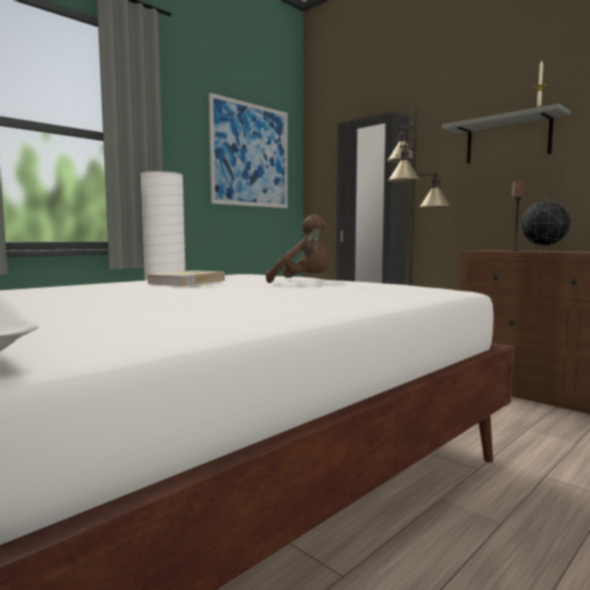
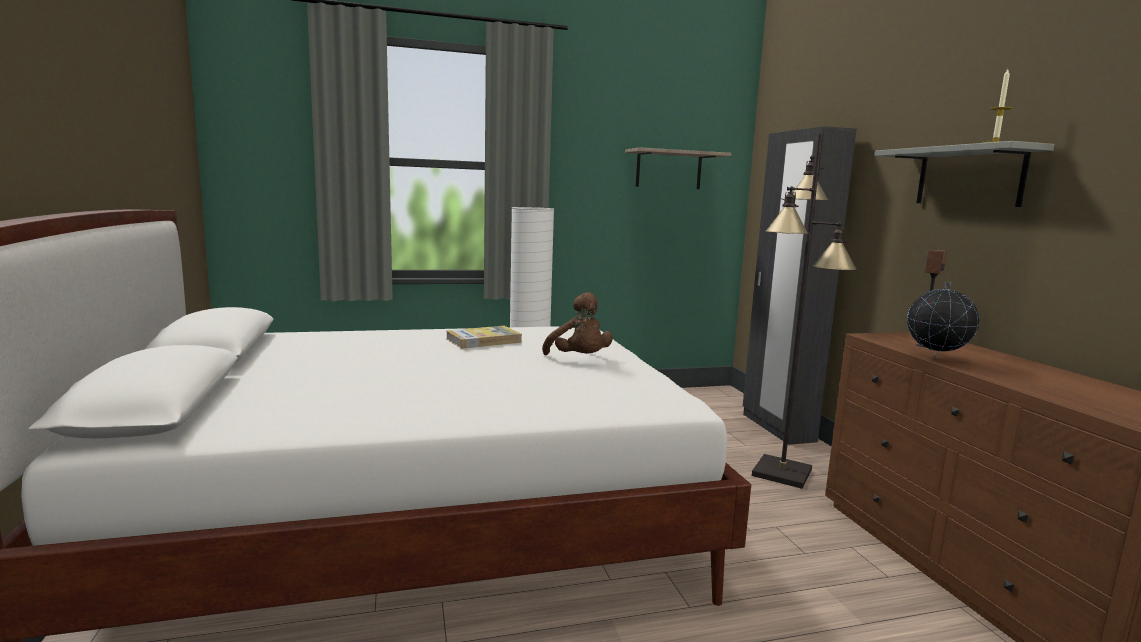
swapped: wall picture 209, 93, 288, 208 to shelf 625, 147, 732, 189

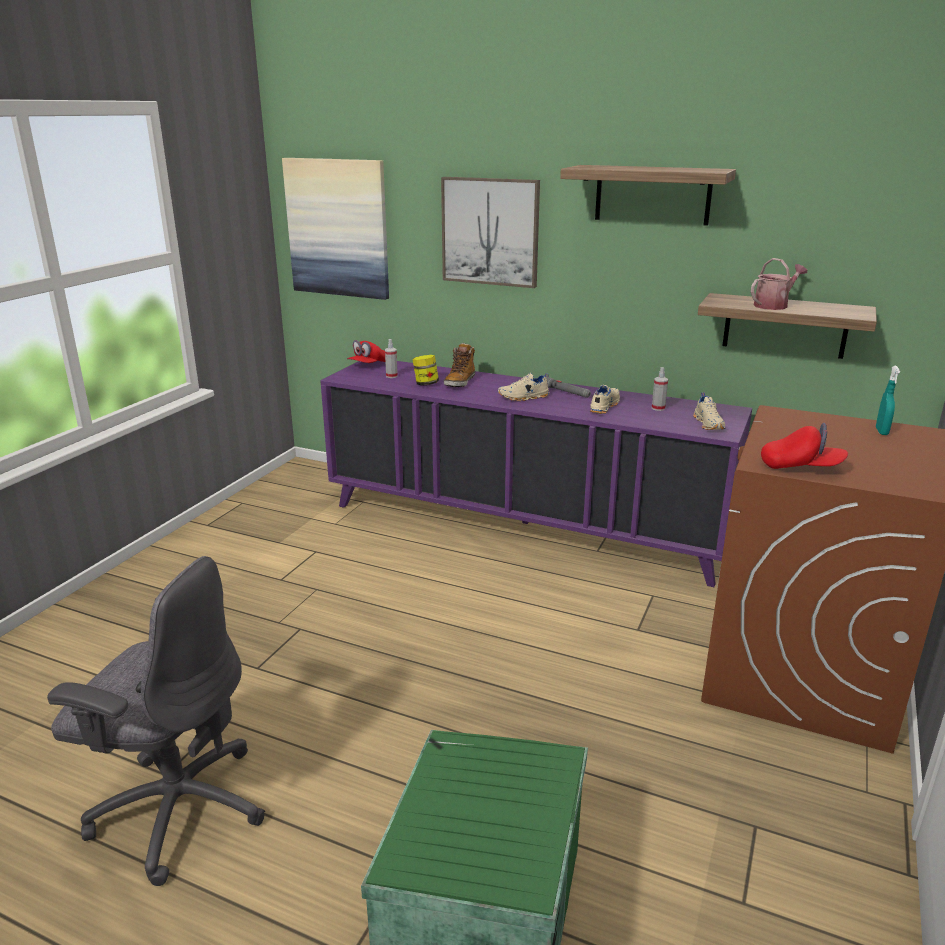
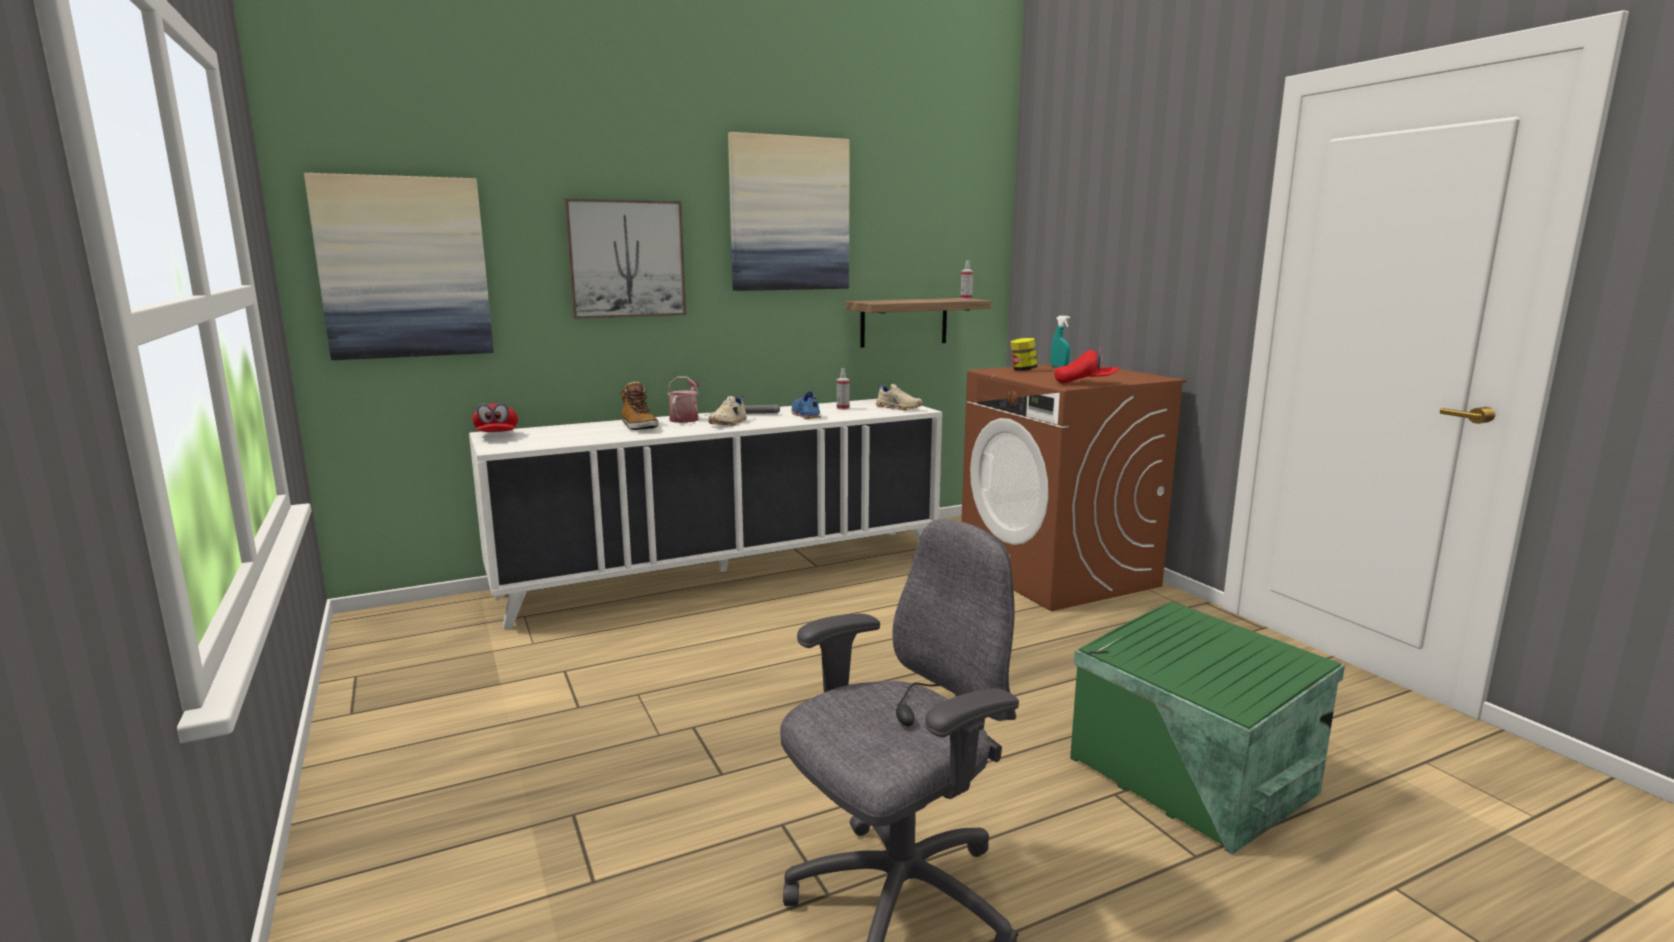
shifted: spray bottle 385, 339, 398, 378 to 960, 260, 973, 299; jar 413, 355, 439, 385 to 1011, 338, 1037, 371; watering can 751, 258, 807, 310 to 667, 376, 700, 423
swapped: shelf 560, 165, 736, 226 to wall picture 728, 132, 850, 291
repainted: purplish storage cabinet 320, 361, 752, 587 to white-coloured storage cabinet 469, 399, 942, 630; sand-coloured shoe 590, 385, 620, 414 to bluish shoe 791, 391, 821, 419
rotated: reddish cap 761, 423, 848, 469 = 1055, 347, 1119, 383 45 degrees clockwise

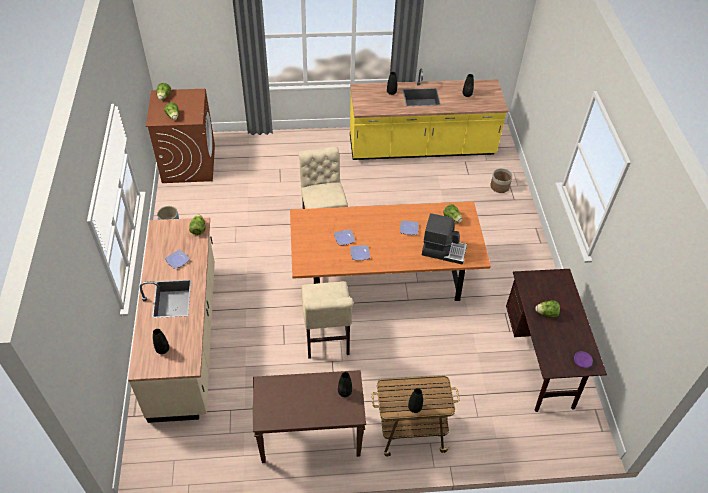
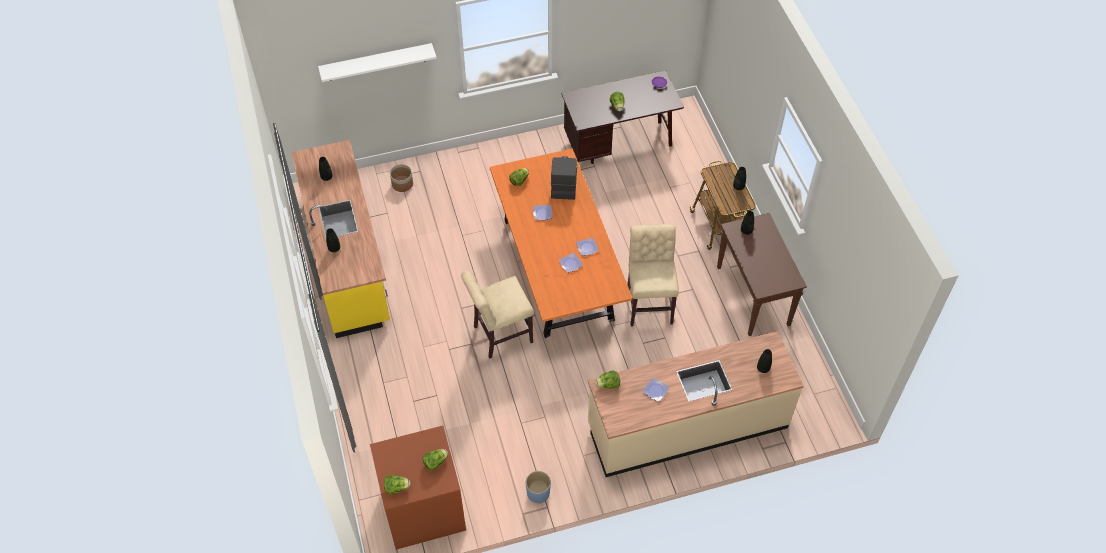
new: white-coloured shelf 318, 43, 437, 82
rotated: sand-coloured plain chair 301, 281, 353, 359 = 627, 224, 679, 326 75 degrees counterclockwise

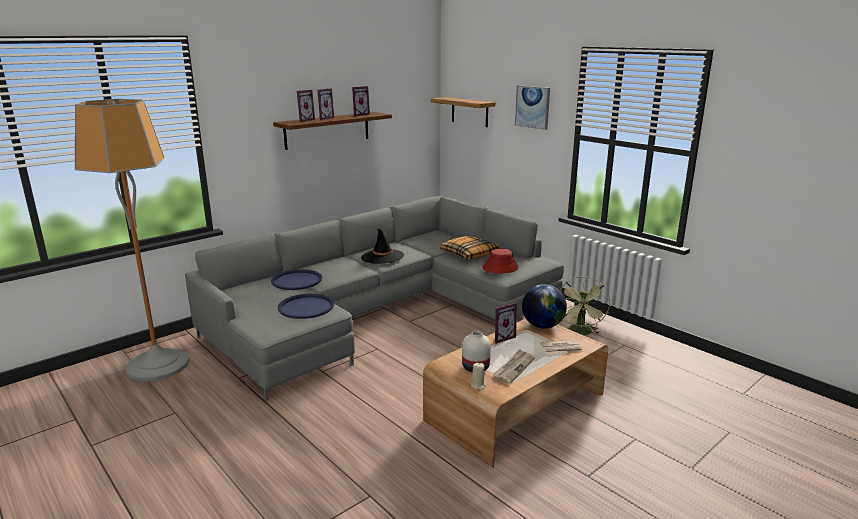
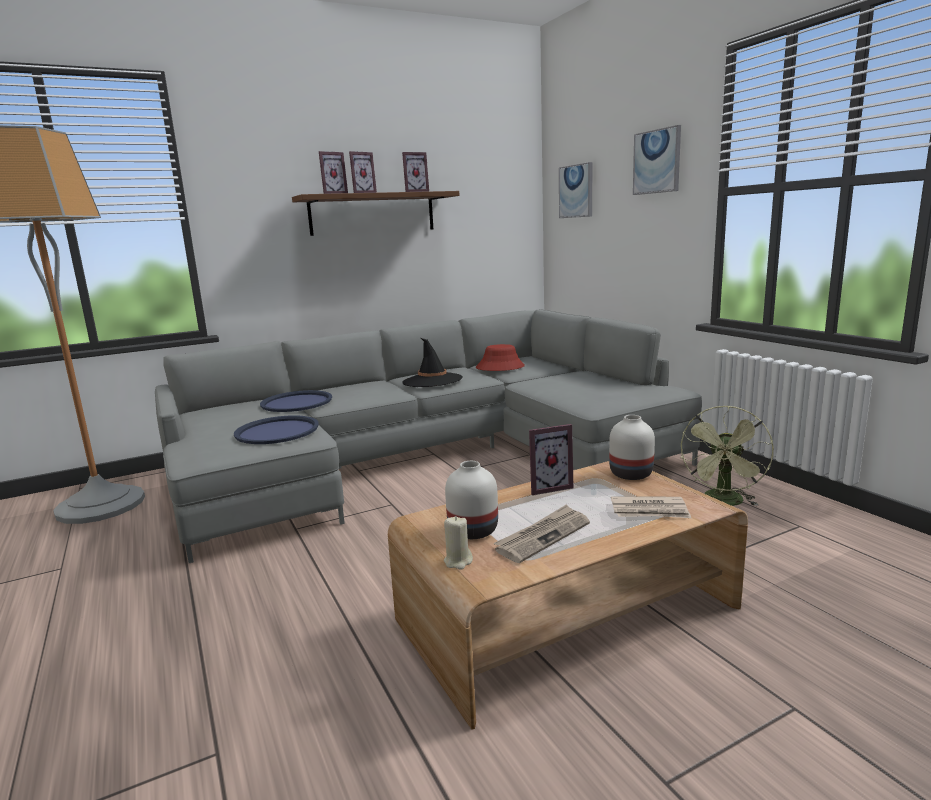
gone: pillow 440, 236, 499, 260
shifted: reddish clothing hat 482, 249, 519, 274 to 476, 344, 525, 371
swapped: shelf 431, 97, 495, 127 to wall picture 559, 162, 593, 218; globe 522, 284, 567, 329 to white-coloured decorative vase 609, 415, 655, 480

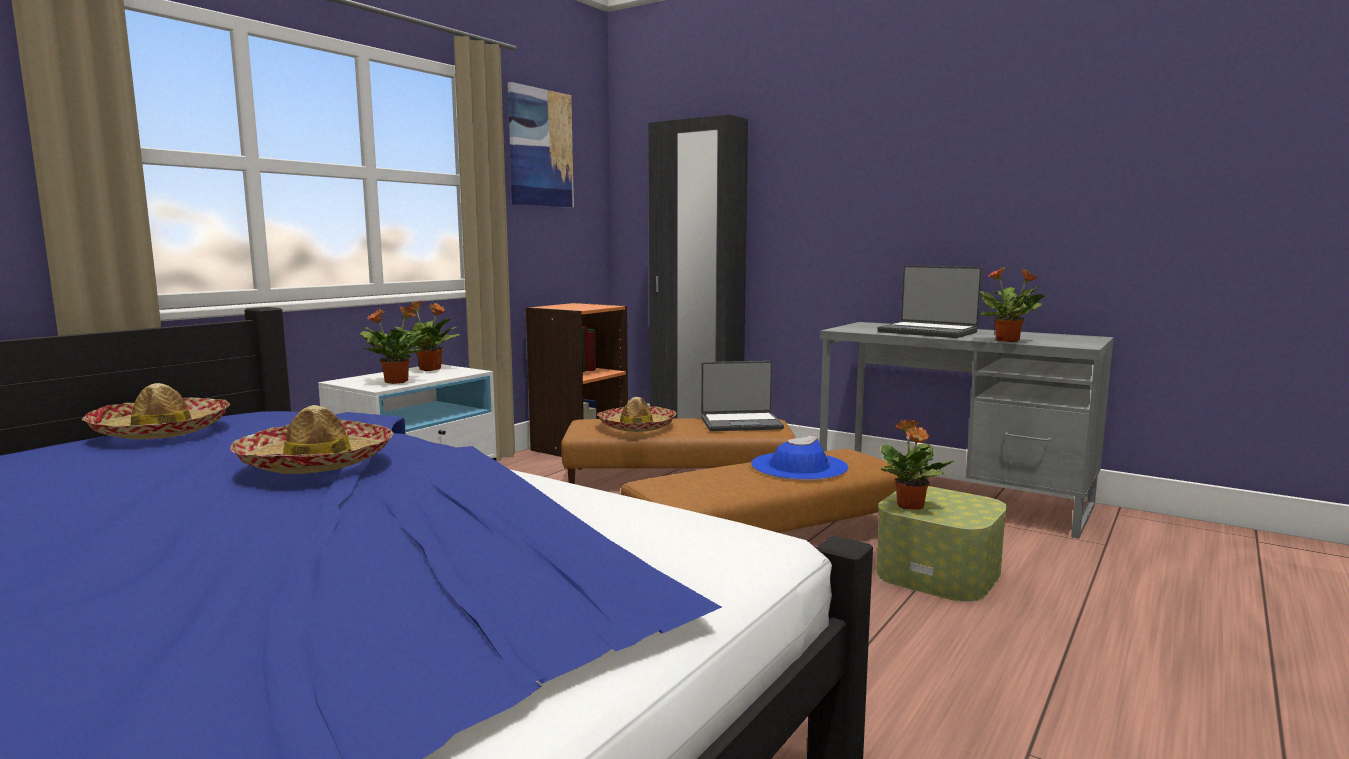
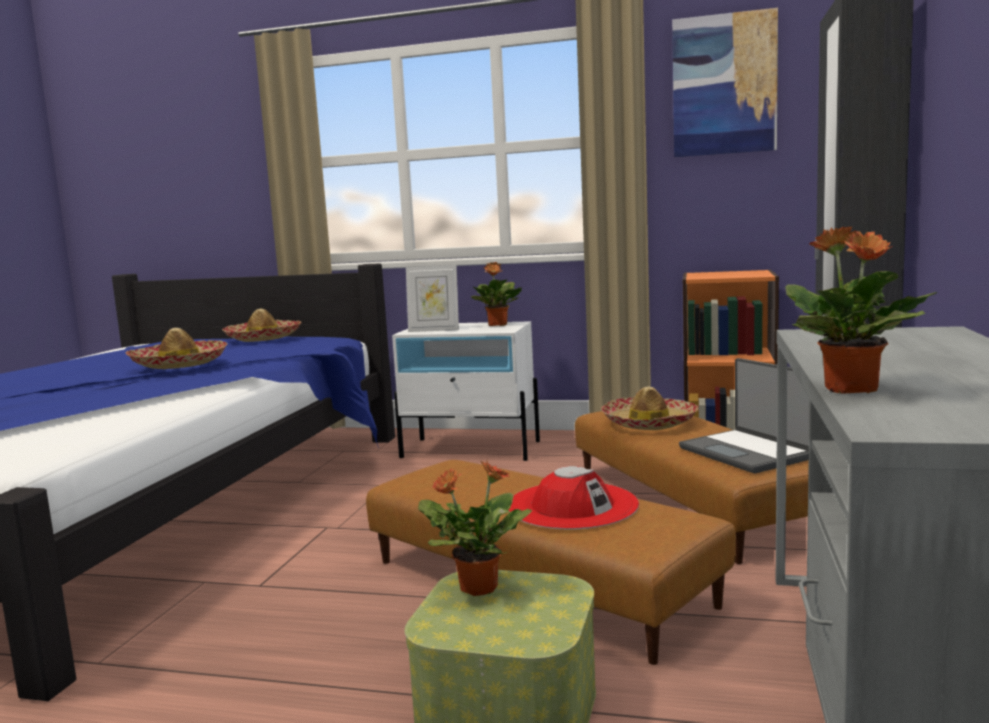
gone: laptop 877, 265, 983, 338
swapped: potted plant 360, 306, 427, 384 to picture frame 406, 265, 459, 332
repainted: bluish clothing hat 751, 435, 849, 480 to reddish clothing hat 508, 466, 639, 530

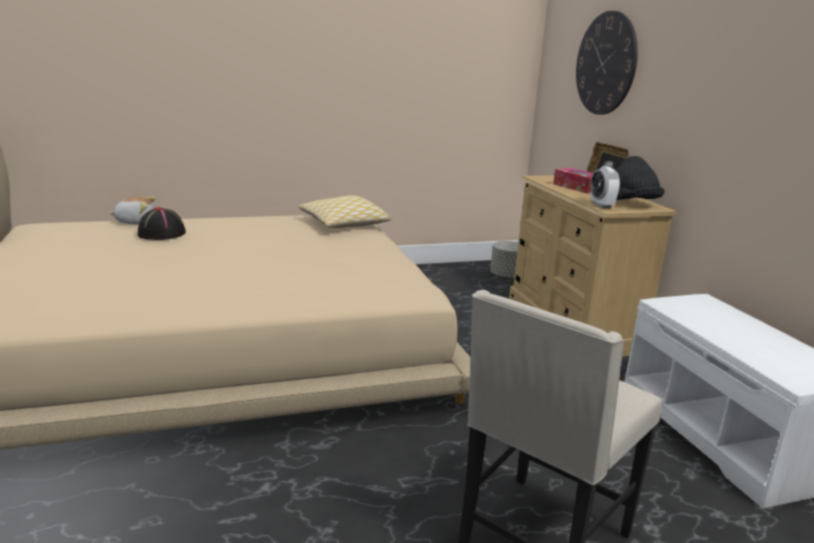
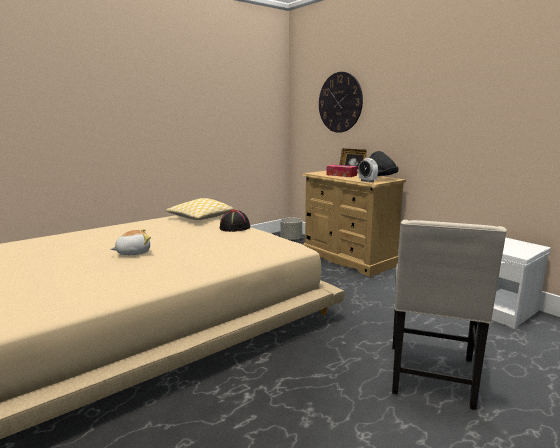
shifted: soft toy 109, 196, 156, 224 to 111, 229, 151, 255; blackish clothing hat 138, 207, 186, 240 to 220, 210, 250, 232

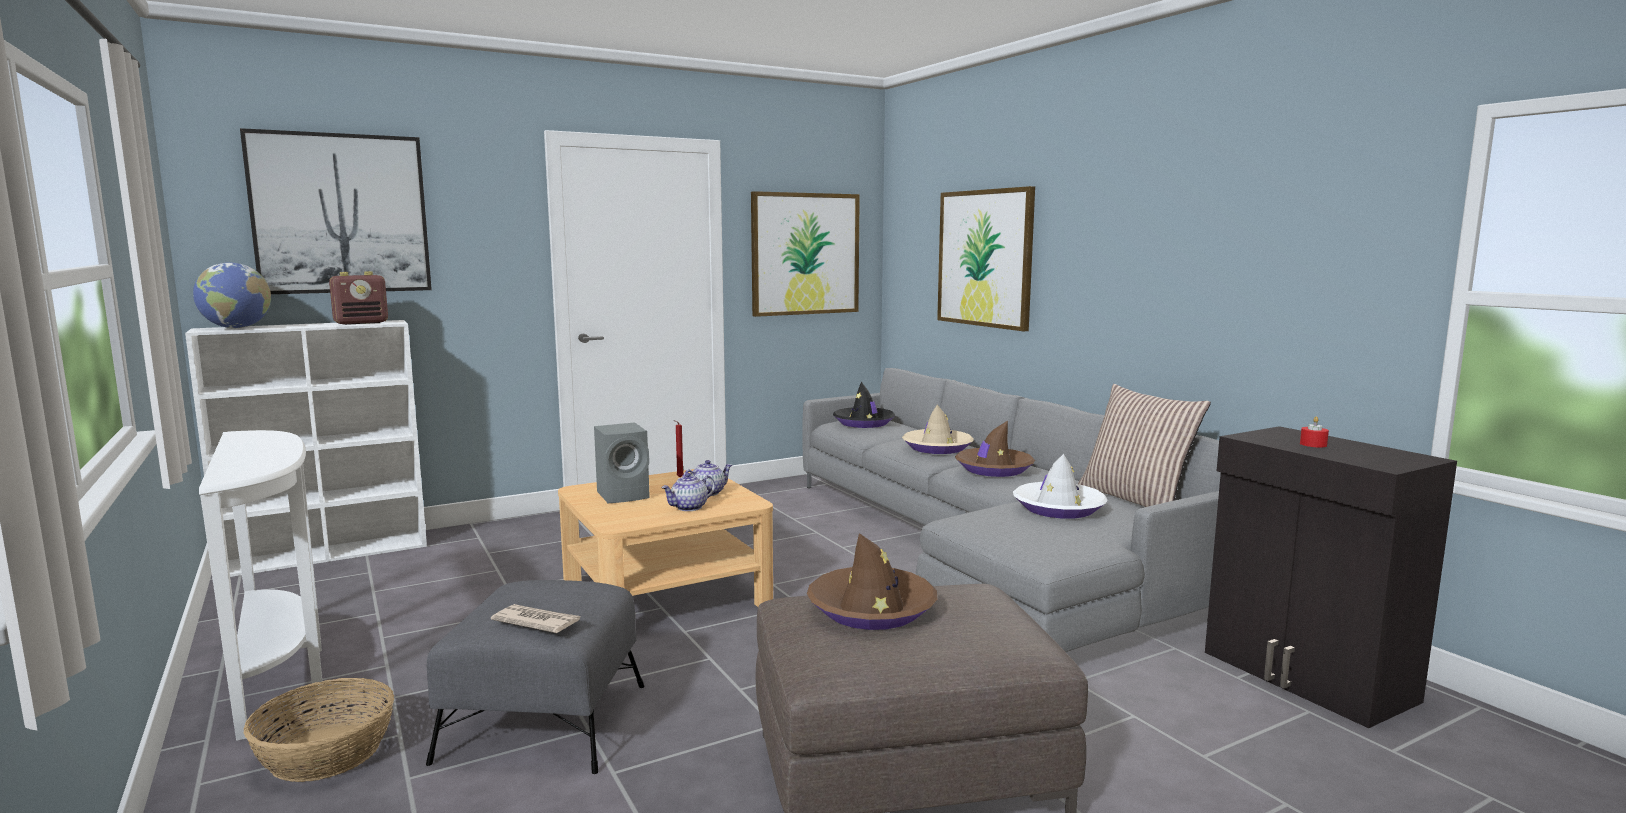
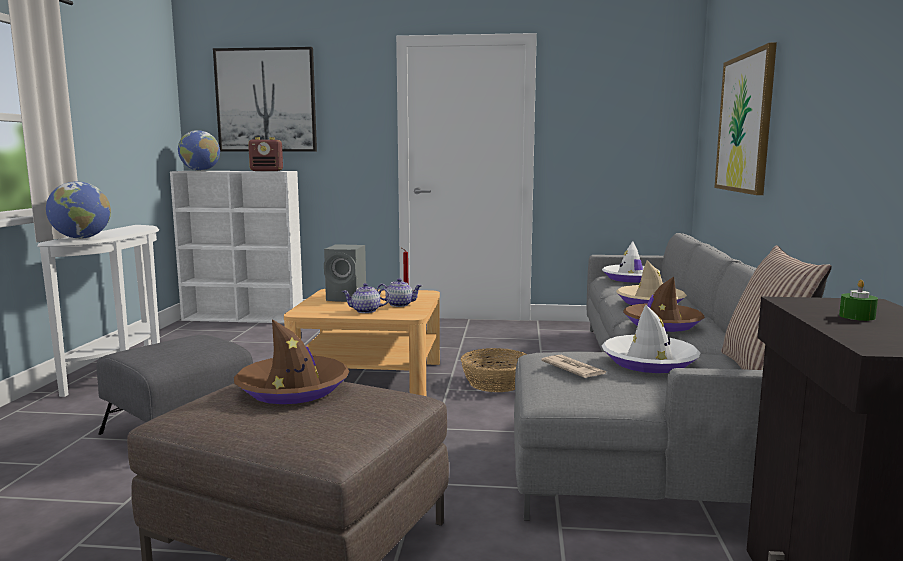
gone: wall picture 751, 191, 860, 317
new: globe 46, 182, 111, 239
shifted: basket 244, 678, 394, 782 to 461, 348, 527, 392; daily paper 491, 604, 581, 633 to 541, 355, 607, 378
repainted: blackish clothing hat 833, 382, 895, 428 to white-coloured clothing hat 602, 241, 660, 283; reddish wax light 1300, 416, 1329, 447 to green-coloured wax light 839, 280, 878, 321

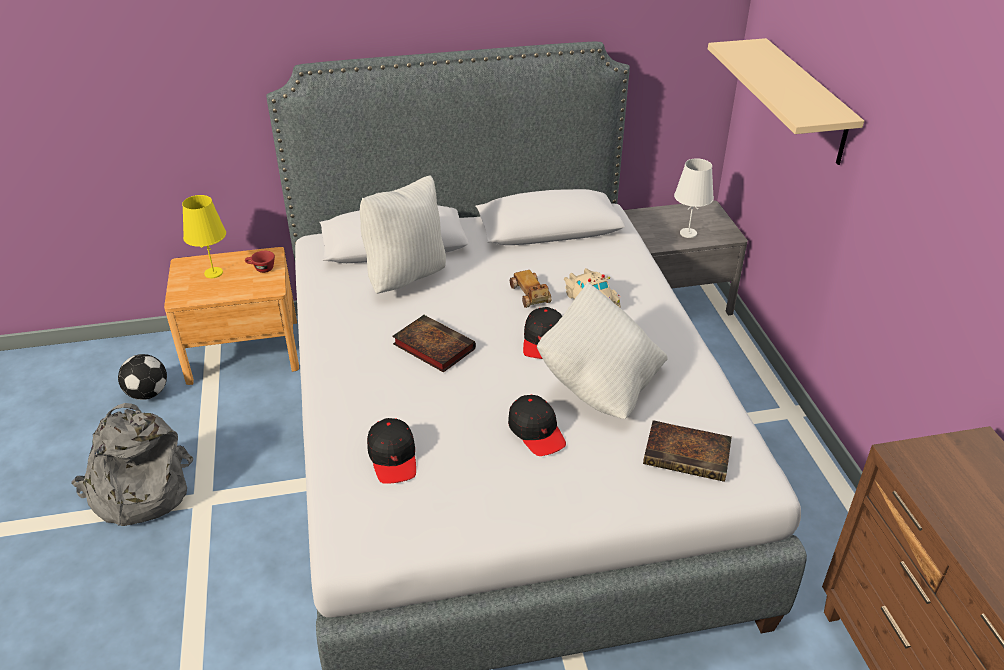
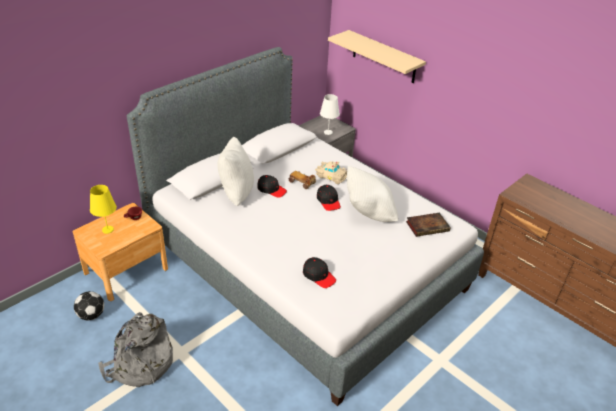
gone: book 392, 315, 476, 373
shifted: blackish cap 508, 395, 566, 456 to 257, 175, 287, 198

